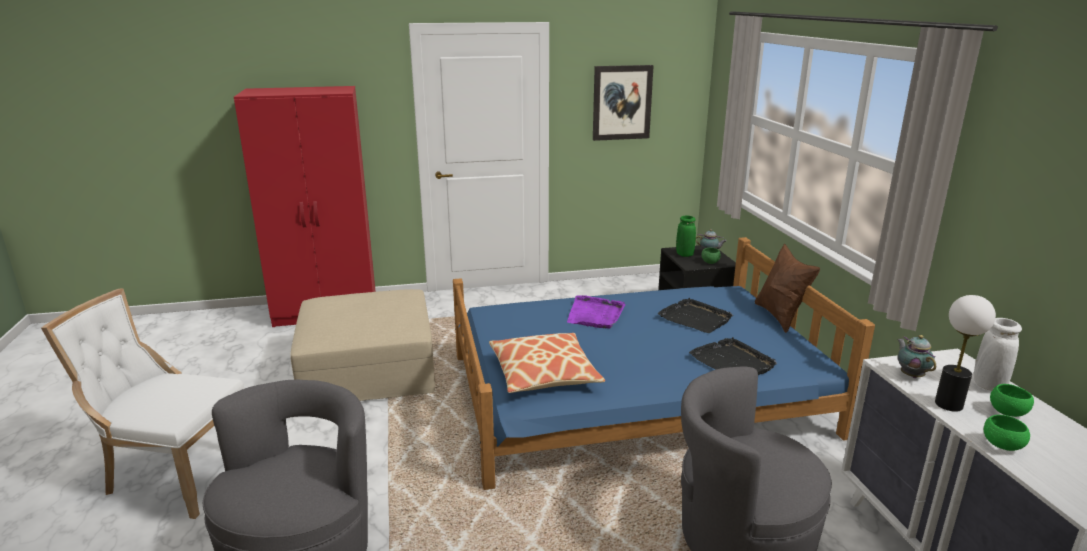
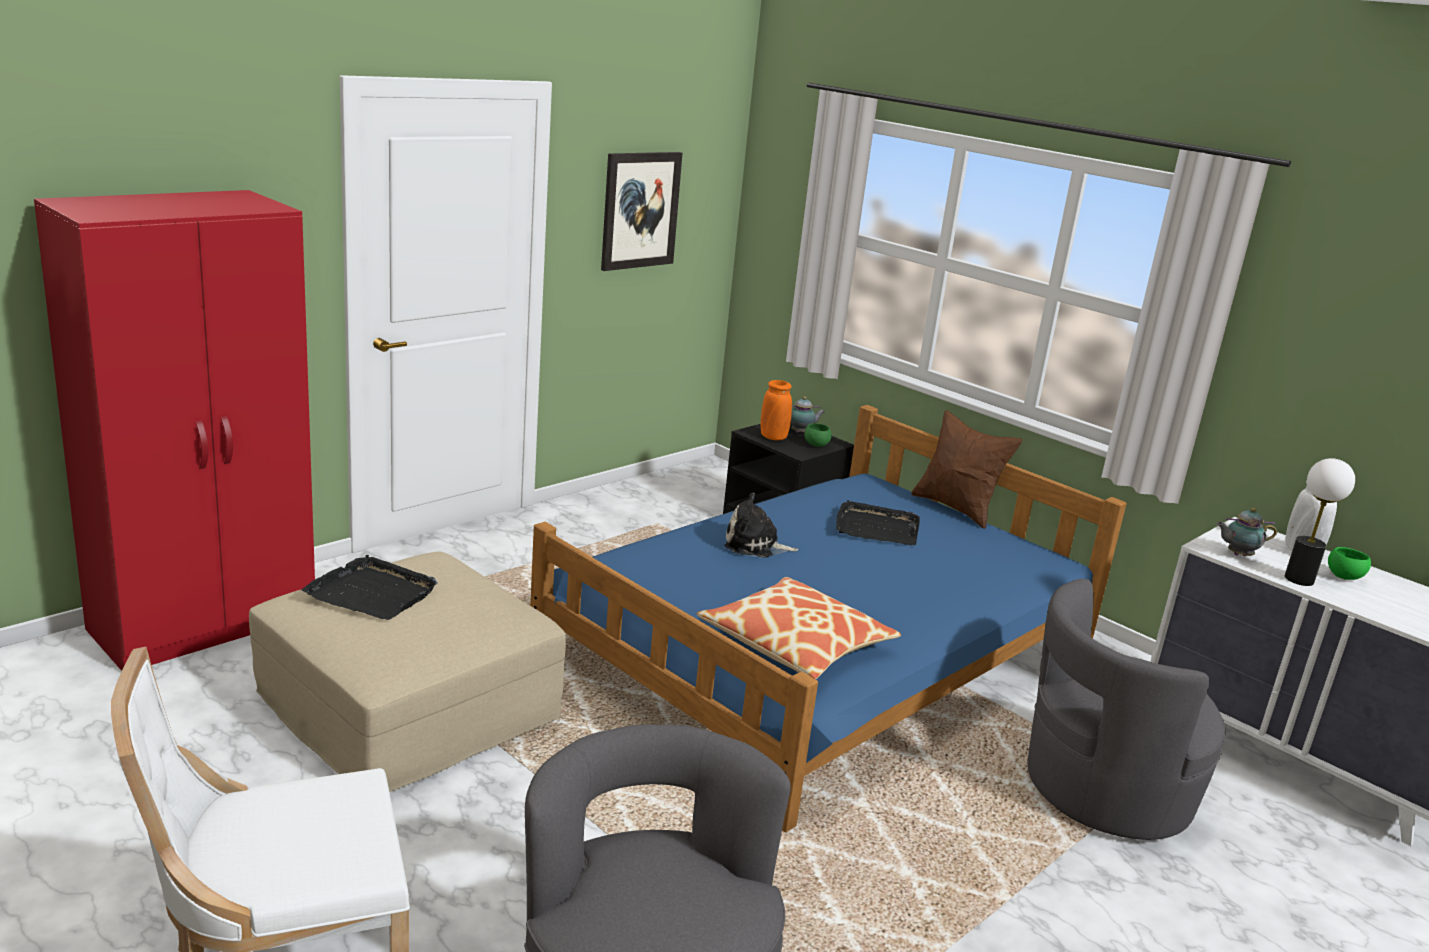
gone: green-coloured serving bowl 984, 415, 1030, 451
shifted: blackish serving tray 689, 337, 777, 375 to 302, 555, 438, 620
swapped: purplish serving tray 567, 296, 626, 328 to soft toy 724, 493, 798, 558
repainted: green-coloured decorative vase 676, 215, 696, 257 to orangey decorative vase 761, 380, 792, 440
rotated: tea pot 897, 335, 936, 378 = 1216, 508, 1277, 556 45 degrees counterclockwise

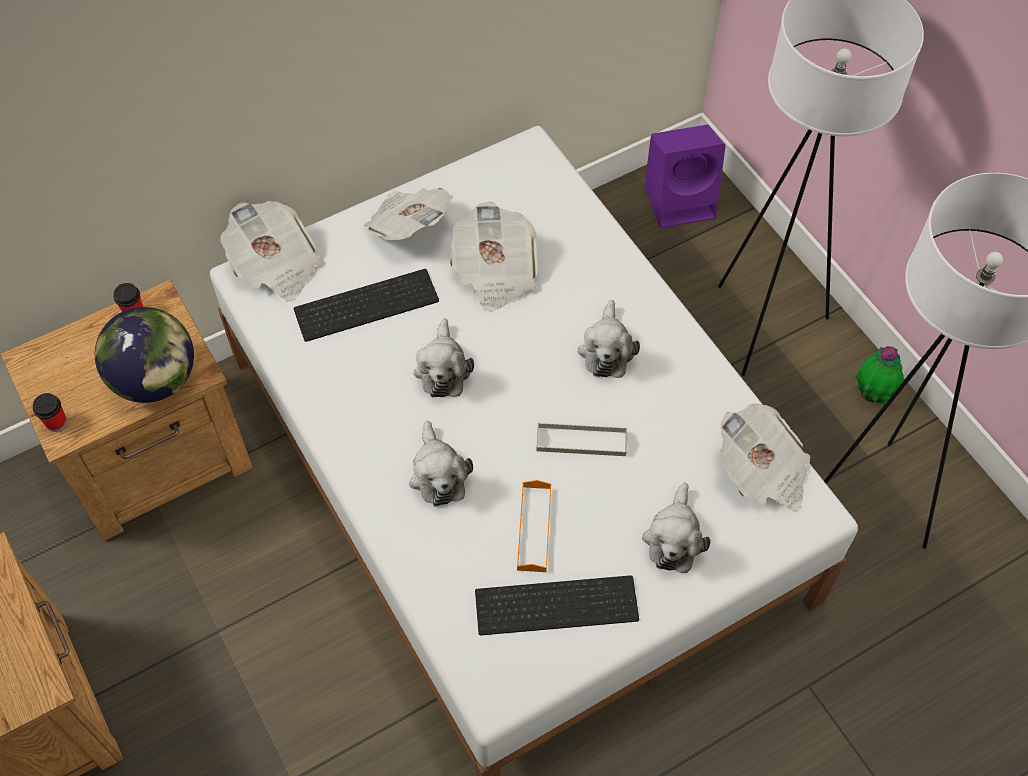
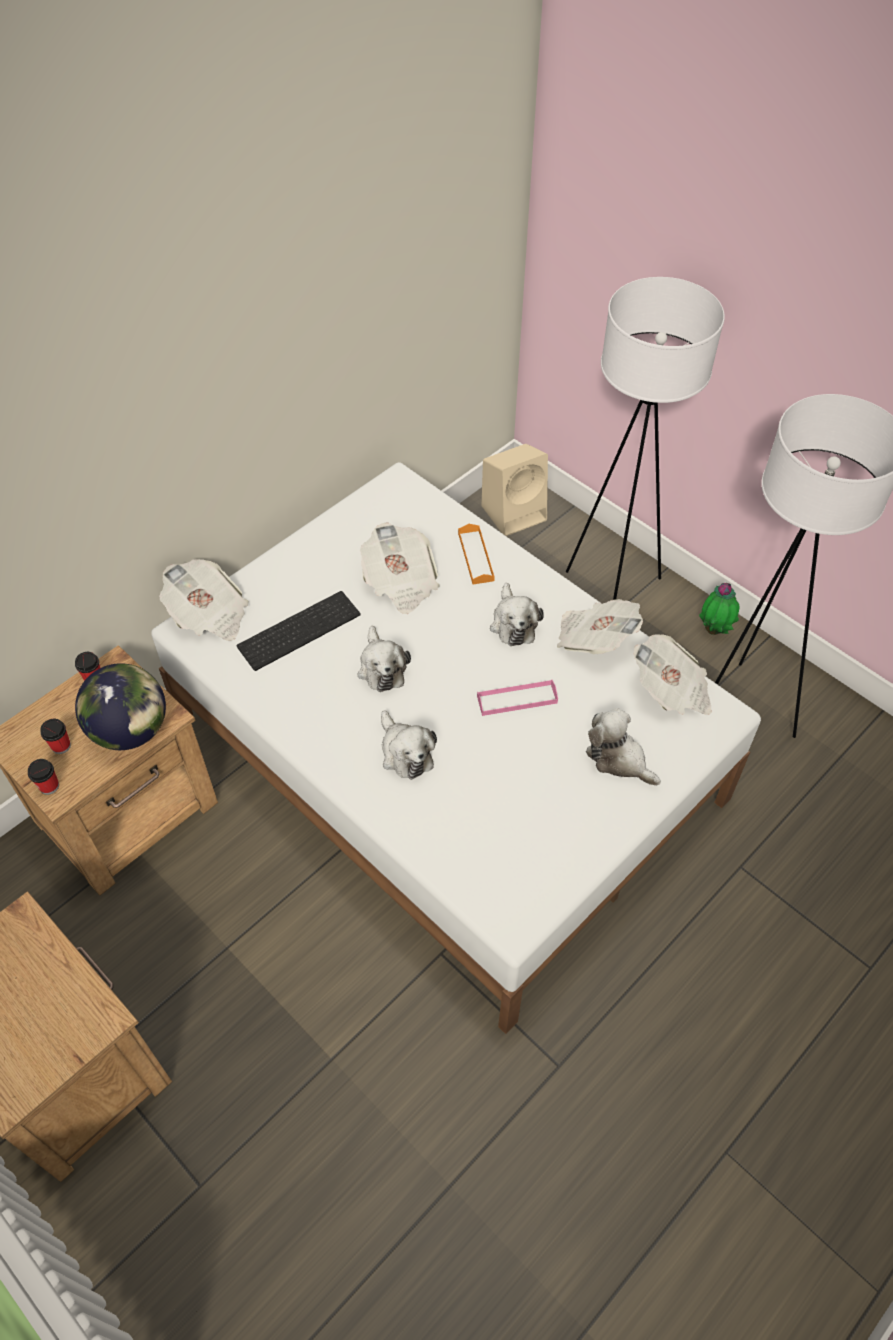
gone: PC keyboard 475, 575, 639, 635
new: drinking cup 40, 719, 71, 754
shifted: daily paper 364, 188, 453, 240 to 557, 599, 643, 654; orangey serving tray 517, 480, 551, 572 to 458, 524, 495, 584
repainted: greyish serving tray 536, 422, 627, 456 to pinkish serving tray 477, 680, 558, 716; purplish speaker 645, 125, 726, 228 to sand-coloured speaker 481, 444, 548, 536
rotated: soft toy 642, 482, 711, 573 = 586, 708, 661, 786 135 degrees clockwise

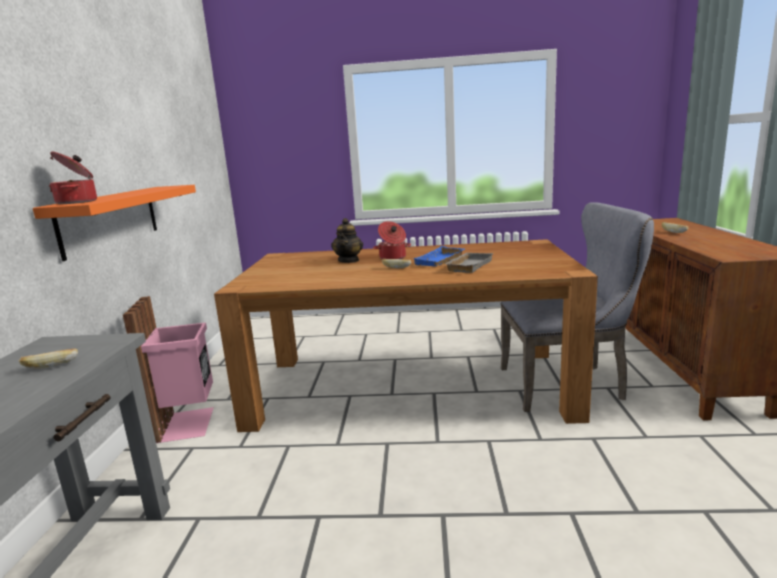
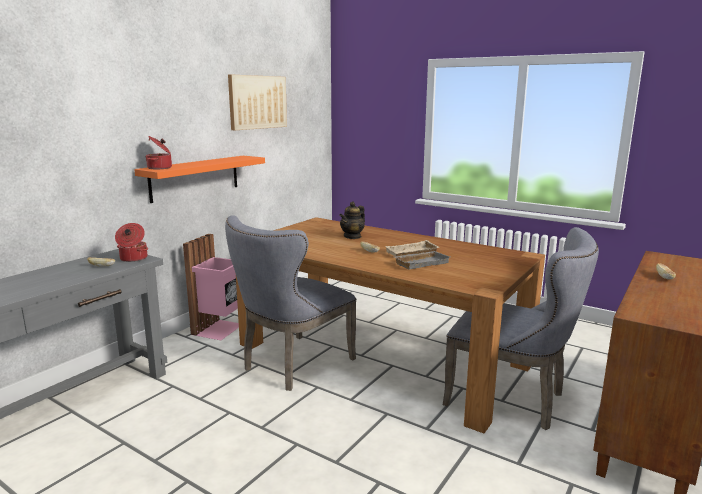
new: greyish plain chair 225, 215, 356, 391; wall picture 228, 75, 287, 130
shifted: cooking pot 373, 221, 411, 259 to 115, 223, 148, 262
repainted: bluish serving tray 413, 246, 465, 266 to sand-coloured serving tray 385, 240, 439, 257

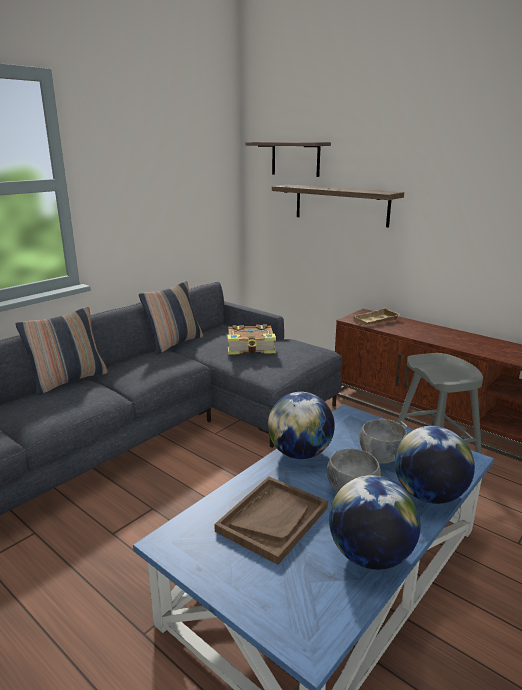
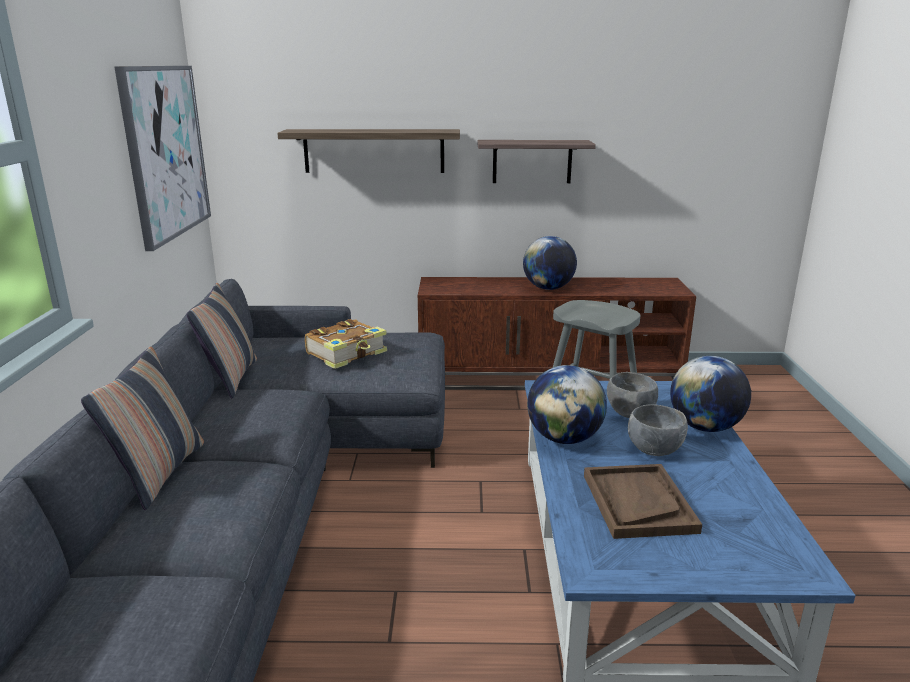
gone: sand-coloured serving tray 352, 308, 400, 325
new: wall picture 114, 66, 211, 251
shifted: shelf 245, 142, 331, 177 to 477, 140, 596, 183; globe 329, 475, 421, 570 to 523, 236, 577, 290

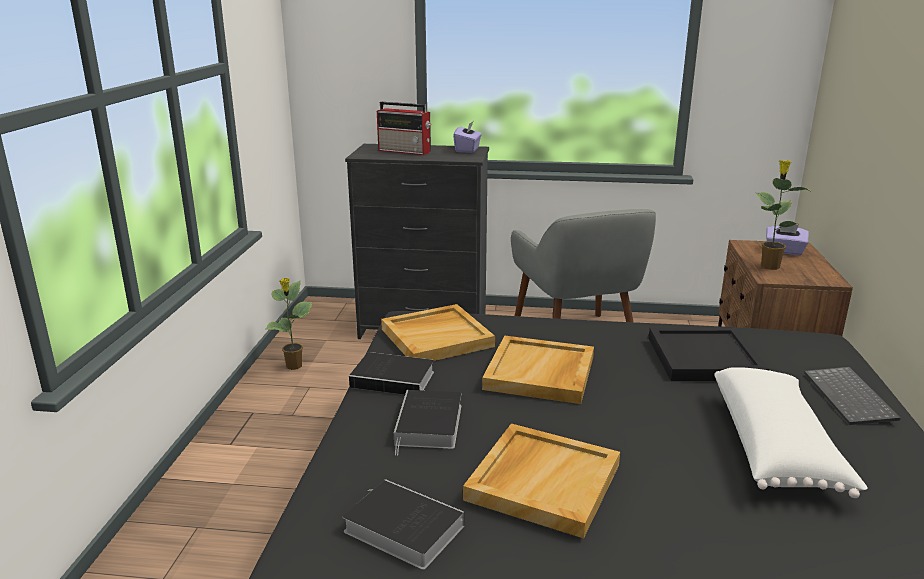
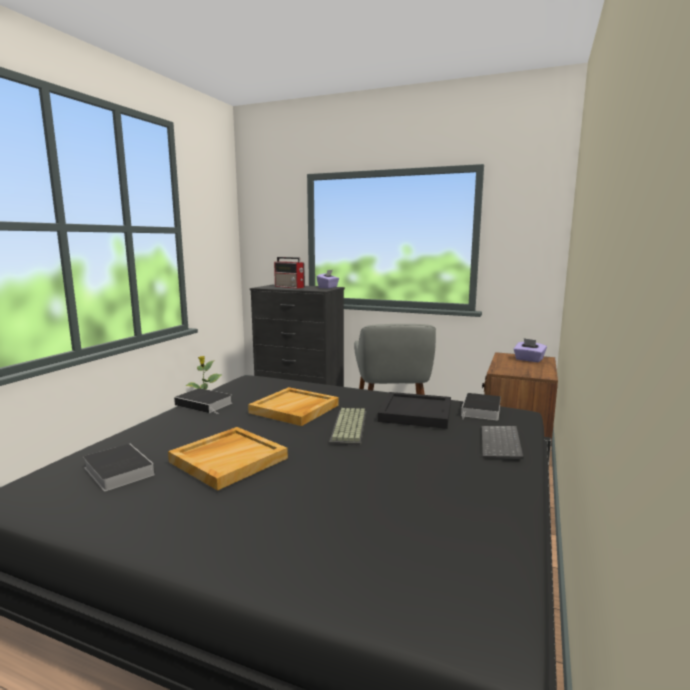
gone: sand-coloured serving tray 381, 304, 495, 361; white-coloured pillow 714, 367, 868, 498; potted plant 756, 160, 812, 270
new: PC keyboard 329, 408, 366, 446
shifted: book 394, 390, 461, 456 to 461, 393, 501, 421

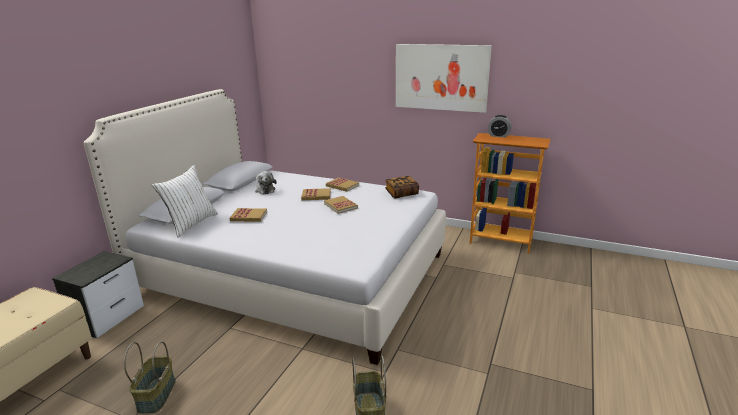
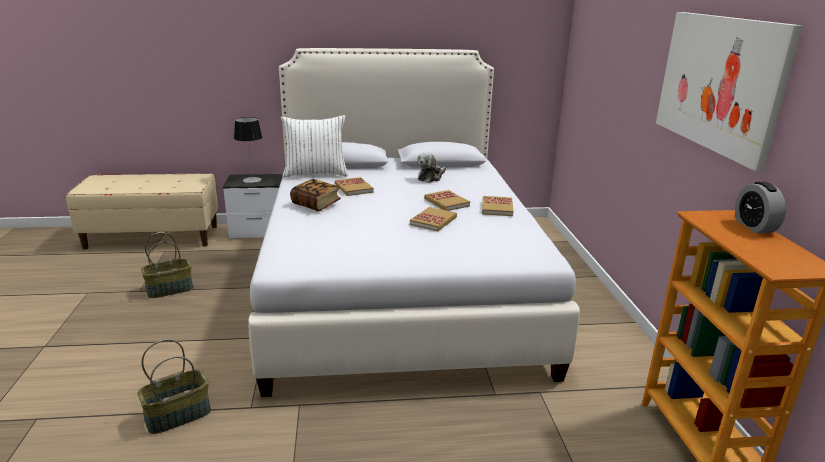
new: table lamp 234, 117, 262, 183
shifted: book 385, 176, 419, 198 to 290, 179, 341, 211

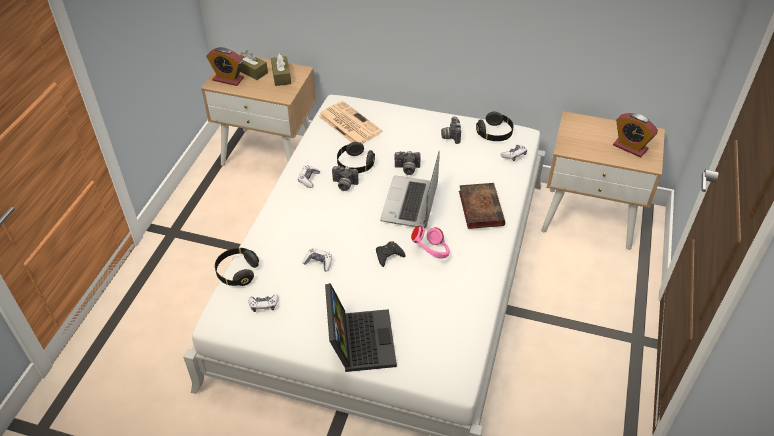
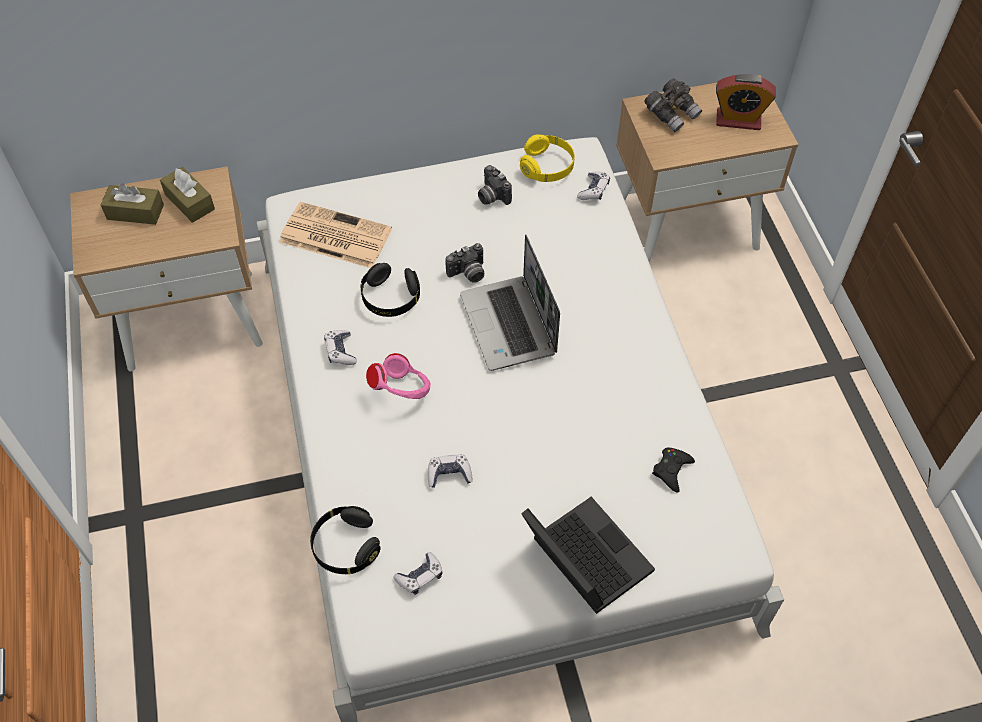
gone: table clock 206, 47, 244, 86; photo camera 332, 166, 359, 191; book 459, 183, 505, 229
new: greyish pair of binoculars 644, 78, 702, 132
shifted: blackish game controller 376, 241, 405, 267 to 652, 447, 695, 493; pinkish pair of headphones 411, 226, 450, 259 to 366, 353, 431, 399
repainted: blackish pair of headphones 476, 112, 514, 141 to yellow pair of headphones 520, 134, 575, 182

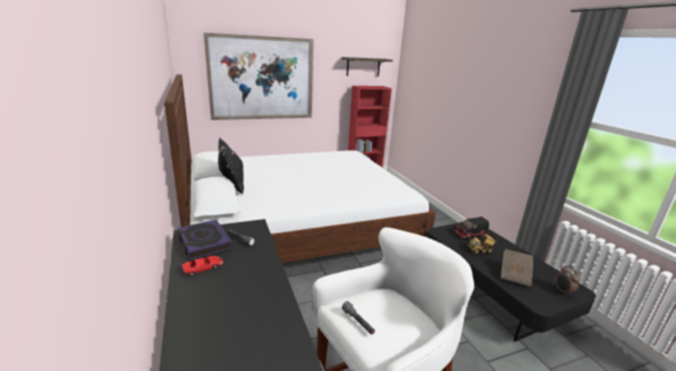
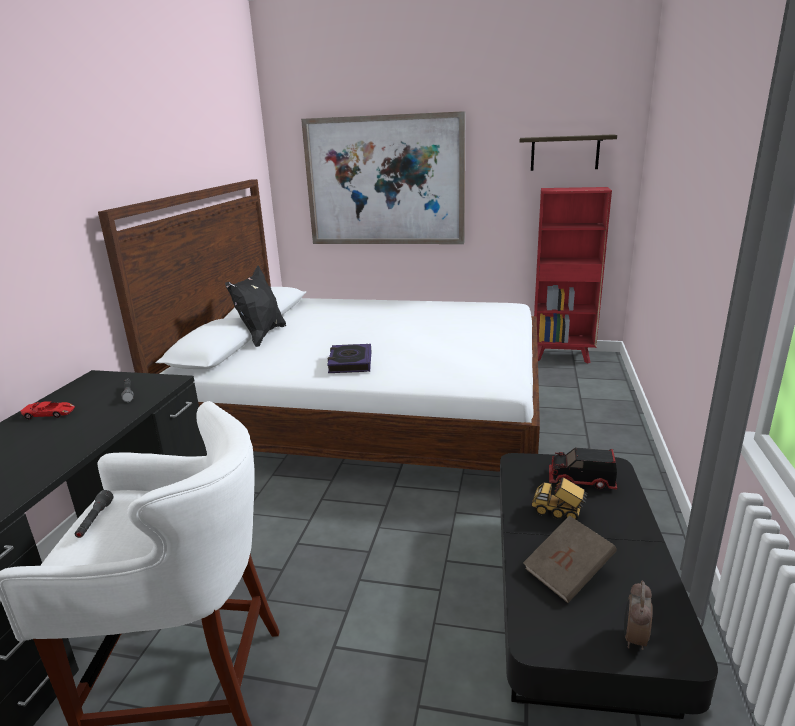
shifted: book 178, 219, 232, 260 to 327, 344, 371, 373

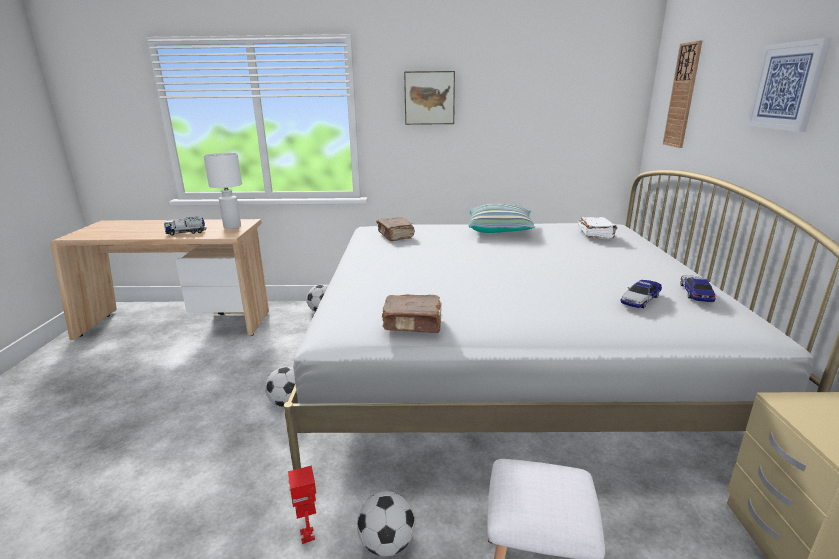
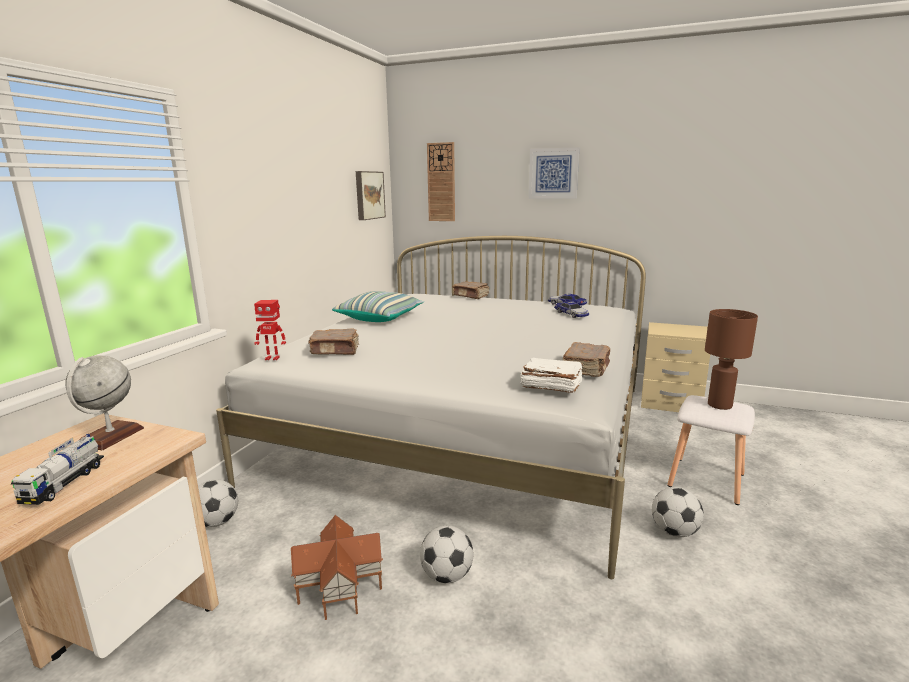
new: toy house 291, 515, 383, 620; brownish book 452, 281, 489, 299; brownish table lamp 705, 309, 758, 410
shifted: toy robot 288, 466, 316, 544 to 254, 300, 286, 360; wall picture 404, 71, 455, 125 to 356, 171, 386, 220; white-coloured book 578, 217, 618, 239 to 520, 357, 583, 393
swapped: white-coloured table lamp 204, 153, 242, 229 to globe 65, 355, 144, 450

